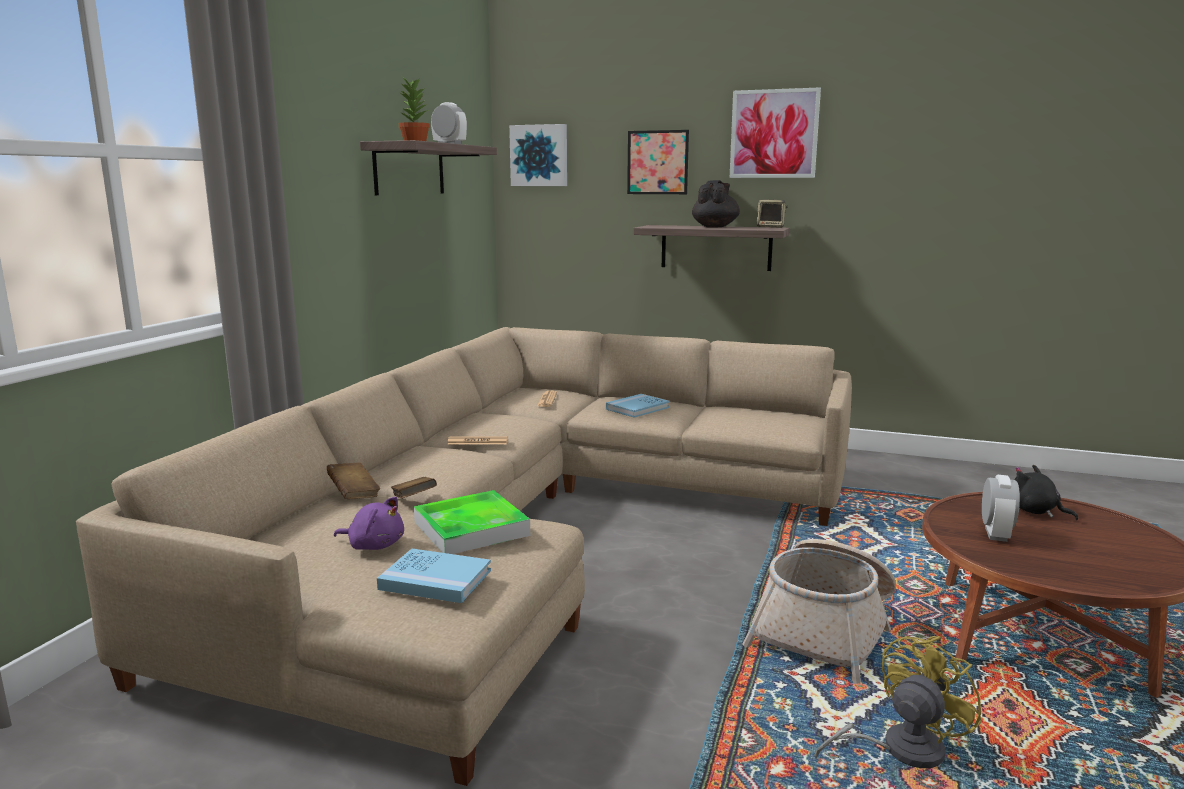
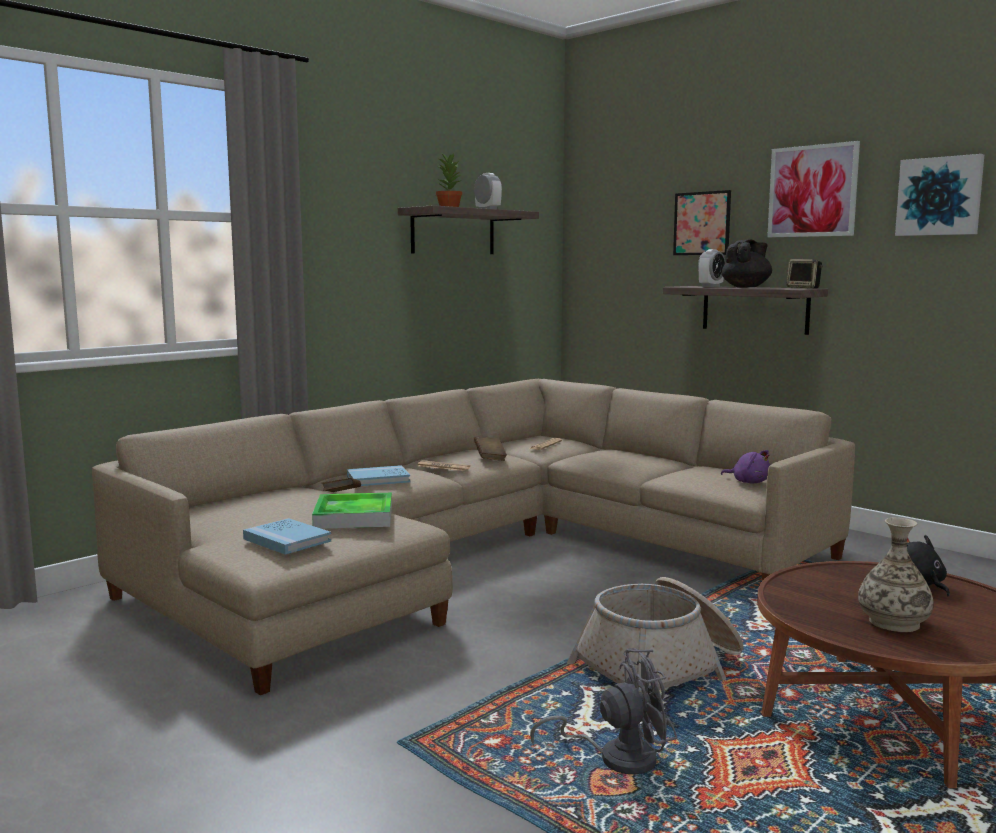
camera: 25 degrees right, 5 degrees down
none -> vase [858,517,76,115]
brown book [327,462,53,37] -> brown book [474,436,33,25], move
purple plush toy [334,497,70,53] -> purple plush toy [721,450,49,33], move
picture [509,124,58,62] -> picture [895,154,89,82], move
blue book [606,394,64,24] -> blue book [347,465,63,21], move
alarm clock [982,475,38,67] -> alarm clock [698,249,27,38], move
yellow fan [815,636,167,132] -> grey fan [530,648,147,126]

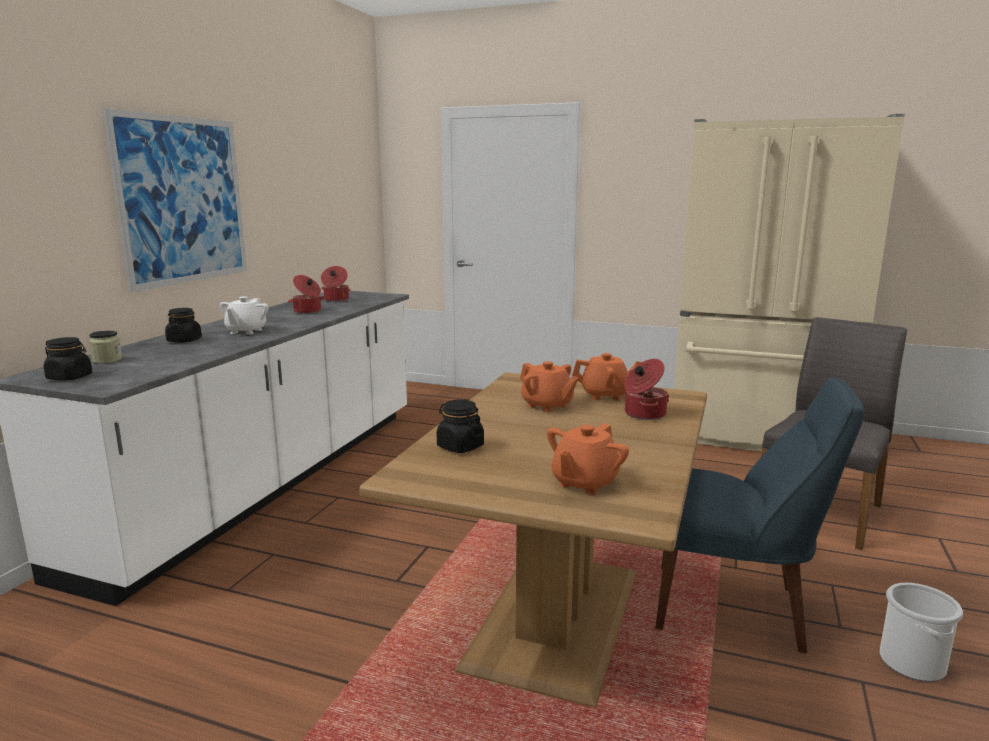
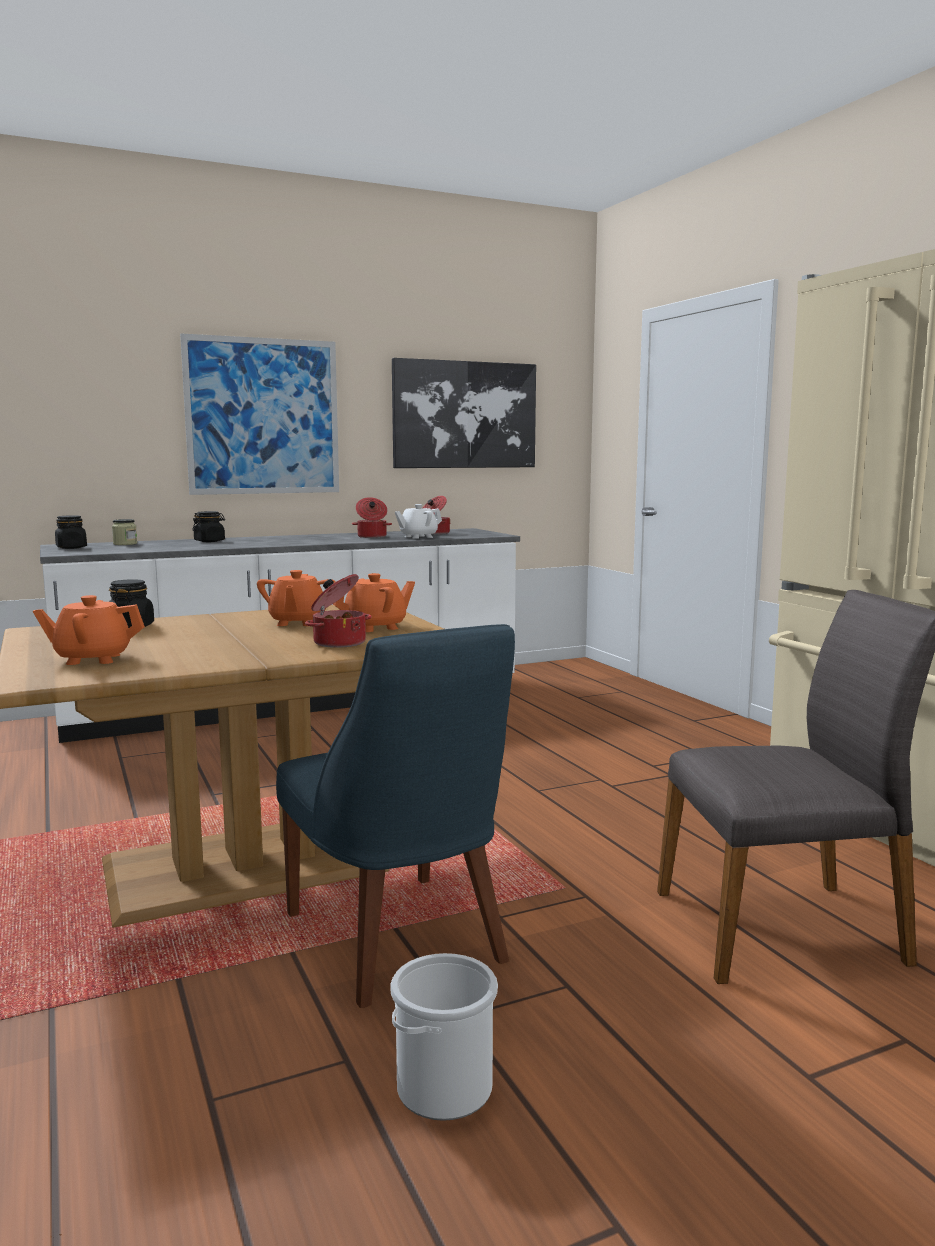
camera: 45 degrees right, 5 degrees down
none -> picture [392,358,144,110]
white teapot [220,296,48,39] -> white teapot [395,504,47,35], move
orange teapot [572,353,70,47] -> orange teapot [333,573,82,59], 75 degrees counterclockwise

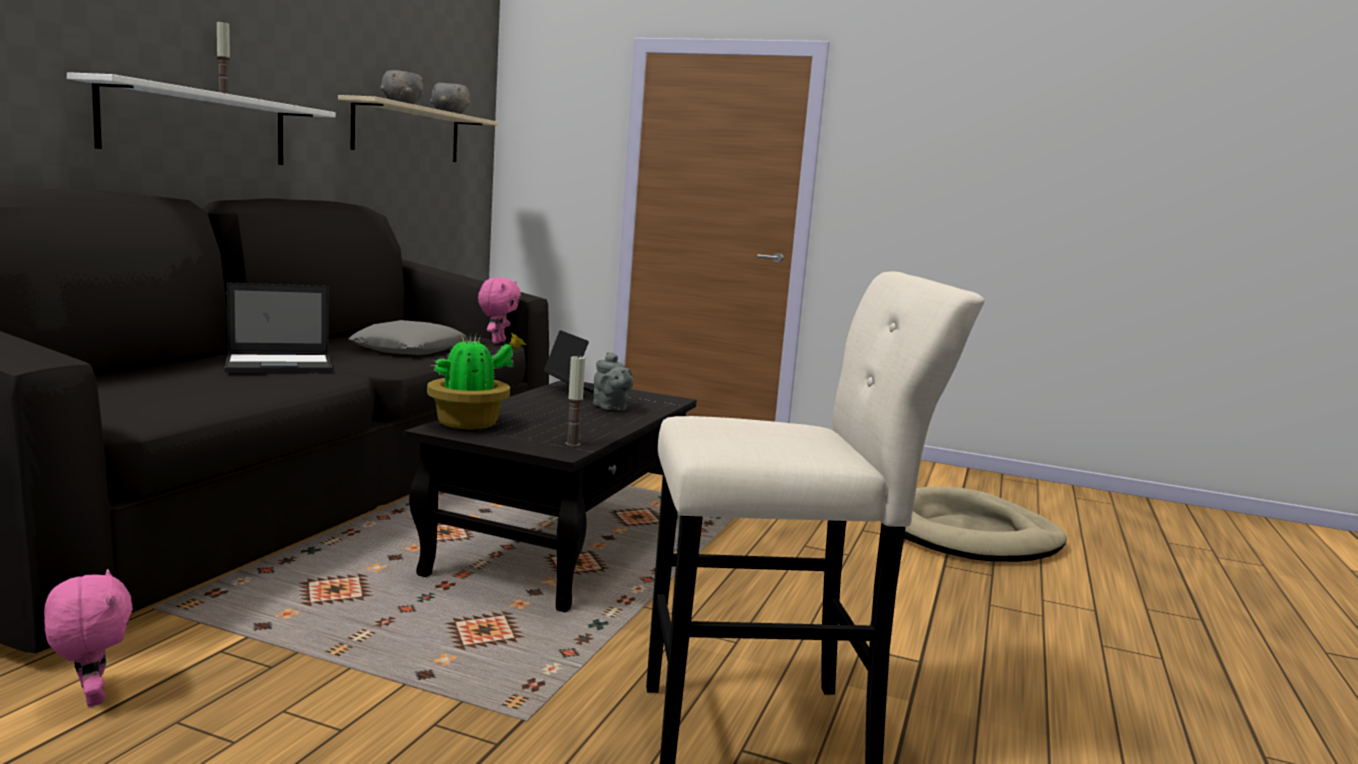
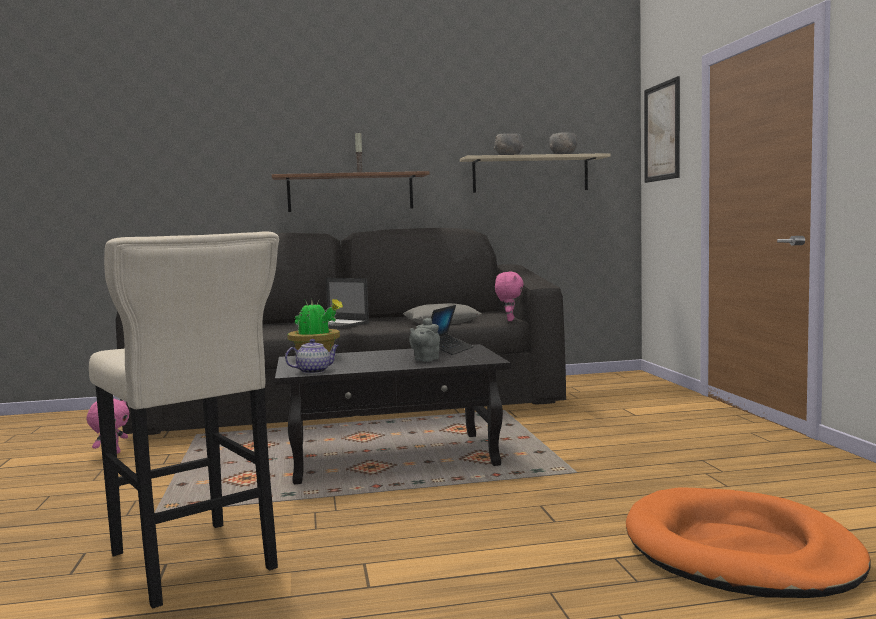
camera: 60 degrees right, 5 degrees down
none -> picture [644,76,36,107]
candle [565,356,20,91] -> teapot [285,339,54,35]
white shelf [67,72,269,93] -> brown shelf [272,171,158,41]
beige dog bed [904,486,163,76] -> orange dog bed [626,487,245,111]
pink plush toy [478,278,43,66] -> pink plush toy [495,272,29,49], 60 degrees counterclockwise

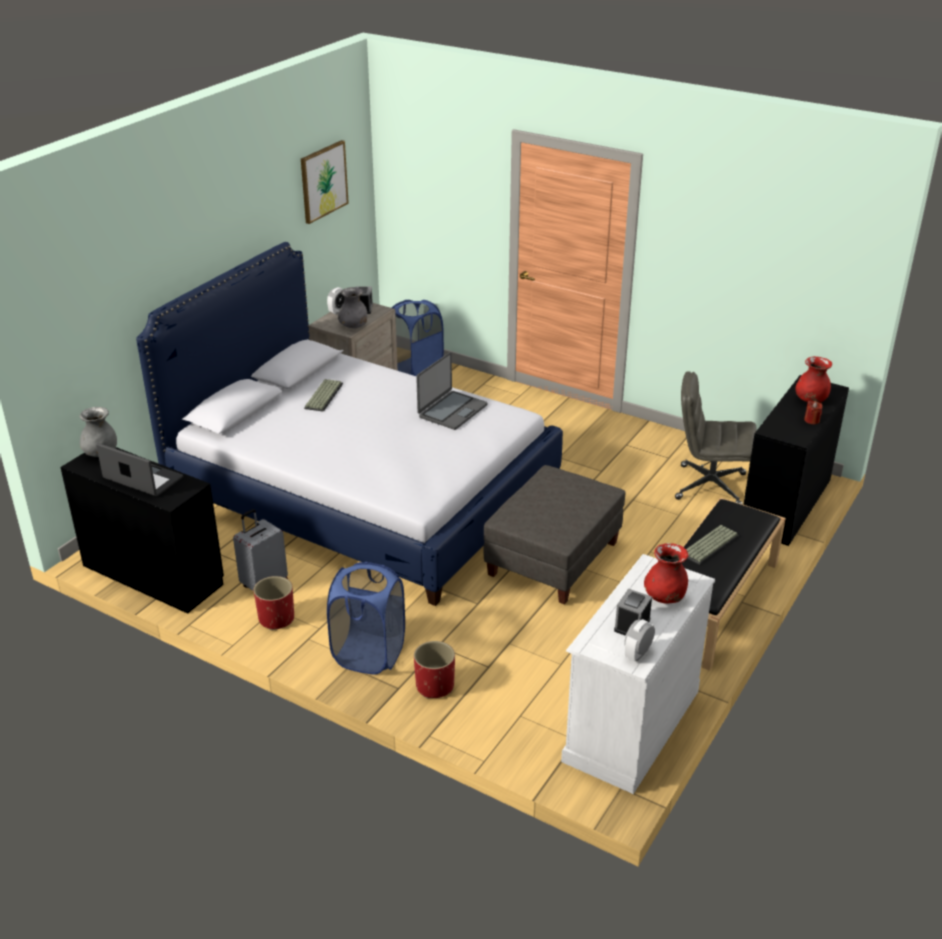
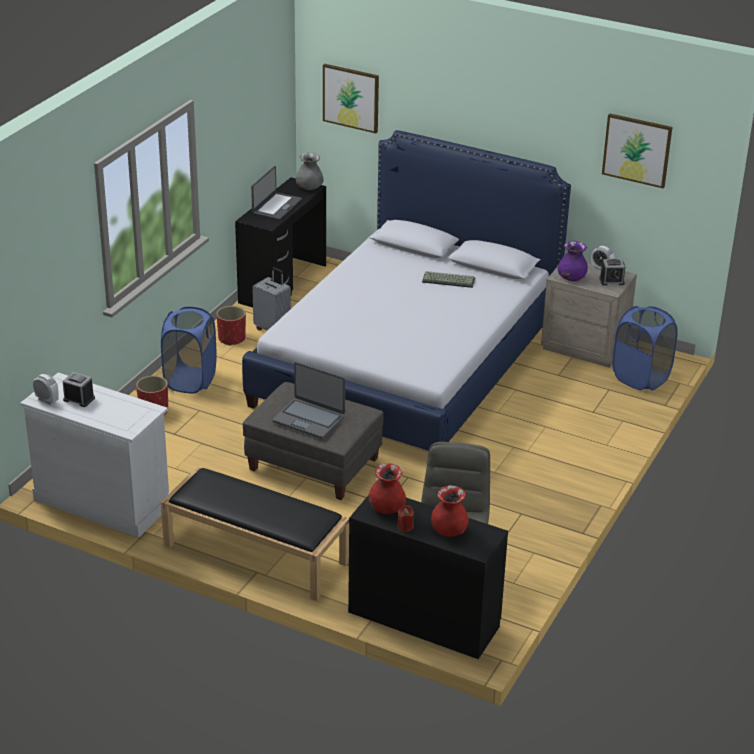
camera: 85 degrees right, 0 degrees up
keyboard [686,525,53,40] -> none
none -> picture [323,64,56,69]
laptop [416,352,71,78] -> laptop [272,362,73,77], move
red vase [644,543,45,61] -> red vase [369,463,37,51], move
grey vase [338,287,29,41] -> purple vase [558,241,30,40]

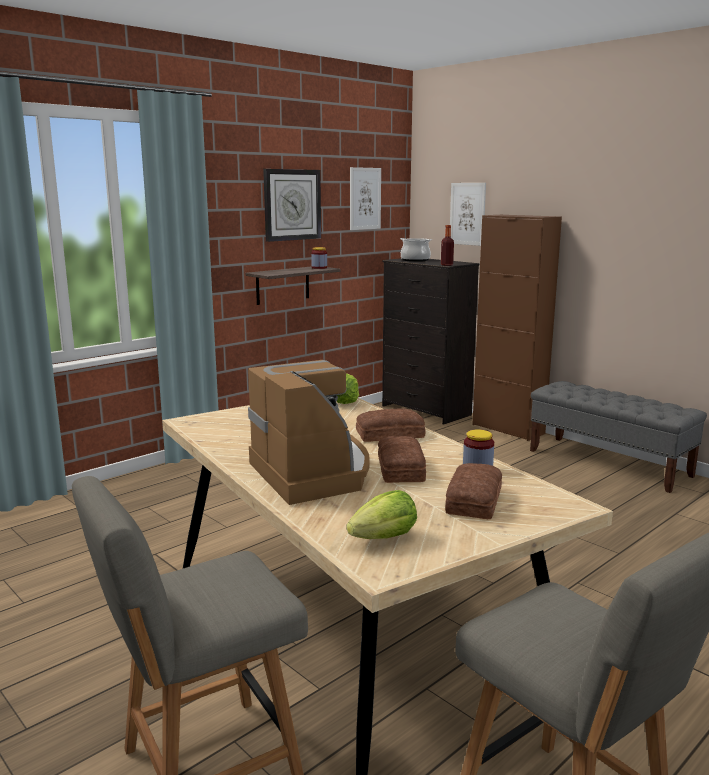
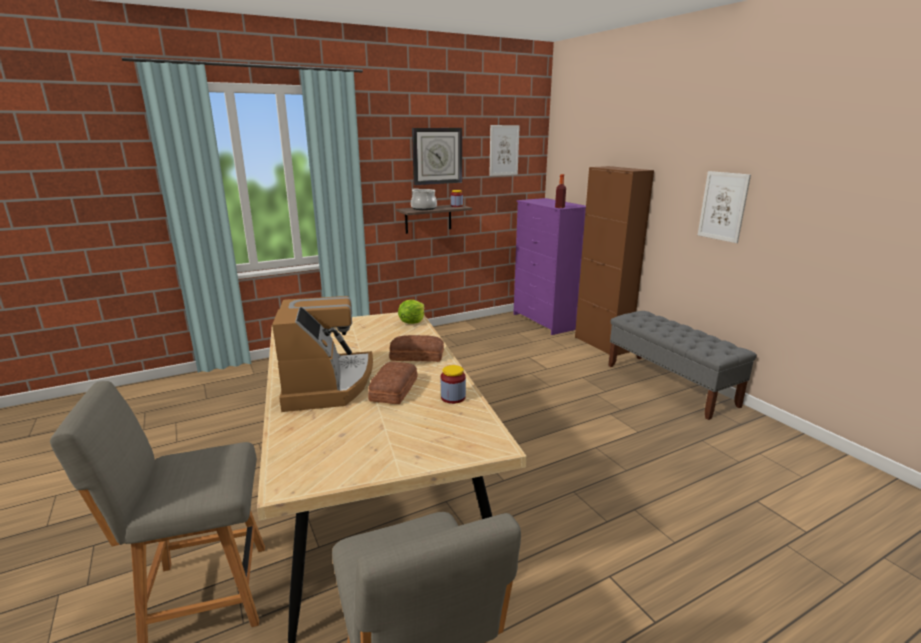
camera: 15 degrees right, 5 degrees up
lettuce [347,490,70,49] -> none
bread [445,463,57,56] -> none
cooking pot [400,238,32,24] -> cooking pot [411,188,26,22], move
picture [450,183,36,63] -> picture [698,171,53,72], move
black dresser [382,258,98,167] -> purple dresser [513,198,73,137]

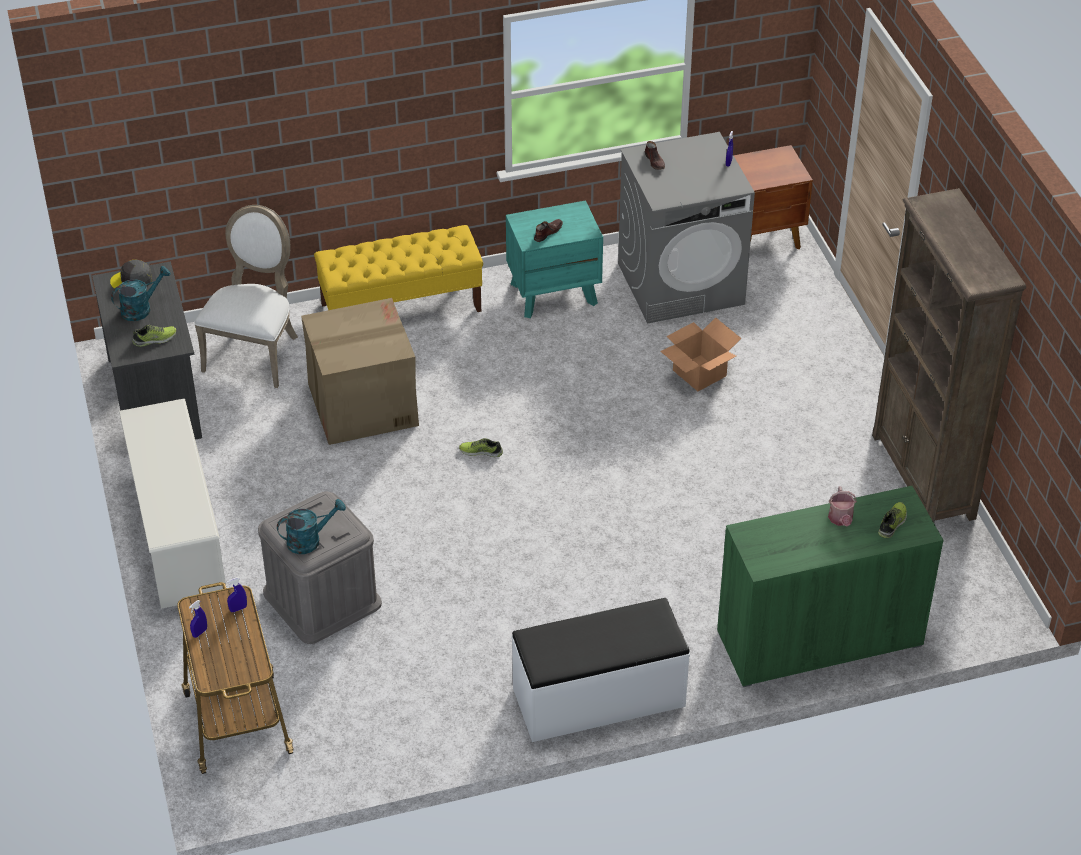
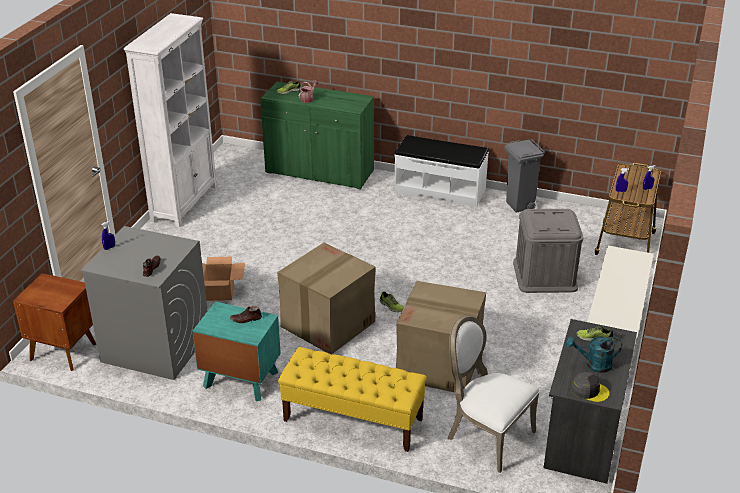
camera: 145 degrees left, 10 degrees down
turquoise watering can [277,499,69,55] -> none
none -> cardboard box [277,242,99,112]
none -> grey trash can [504,139,41,74]
brown bookcase [872,188,154,335] -> white bookcase [124,13,93,214]
white chair [194,205,104,183] -> white chair [448,315,92,158], 75 degrees clockwise

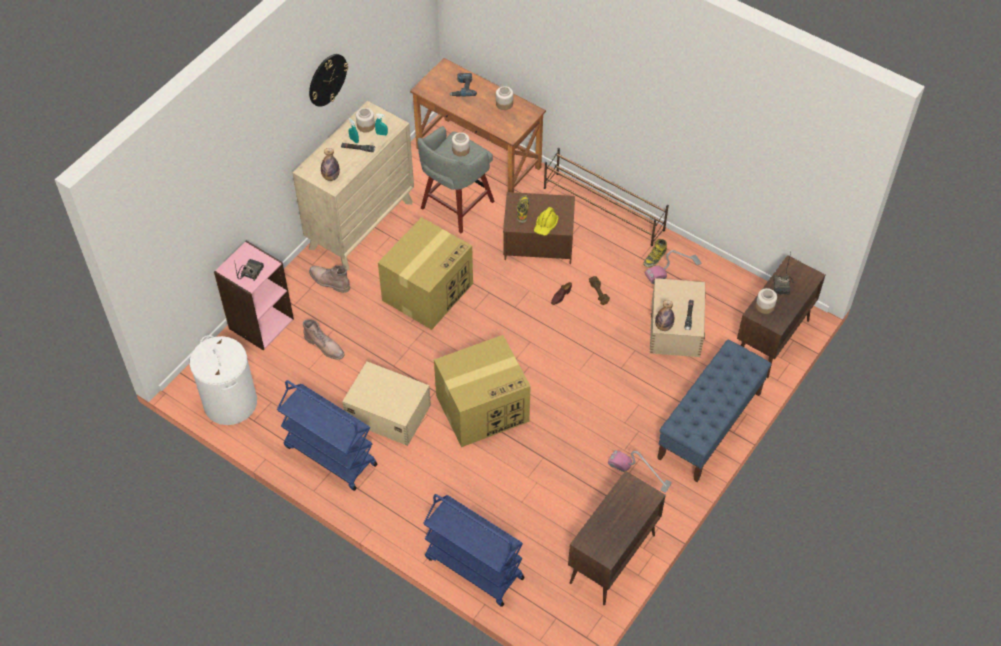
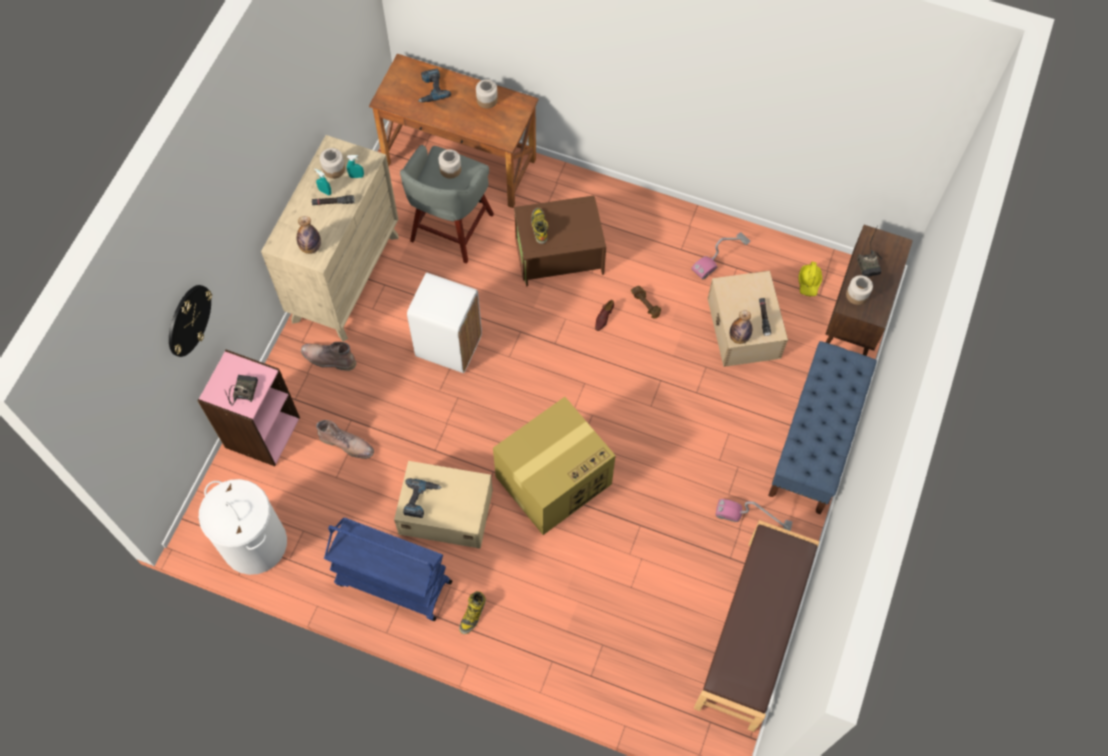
camera: 15 degrees left, 10 degrees up
blue cart [423,494,102,113] -> none
brown shoe rack [544,148,125,98] -> none
none -> power drill [403,478,39,40]
wall clock [309,54,39,53] -> wall clock [169,285,43,72], move
yellow hard hat [534,207,24,29] -> yellow hard hat [798,262,24,34], move
boot [643,239,24,28] -> boot [459,591,27,43], move
cardboard box [378,217,95,113] -> white trash can [407,273,75,100]
brown cabinet [568,471,98,134] -> brown bench [694,520,125,212]

